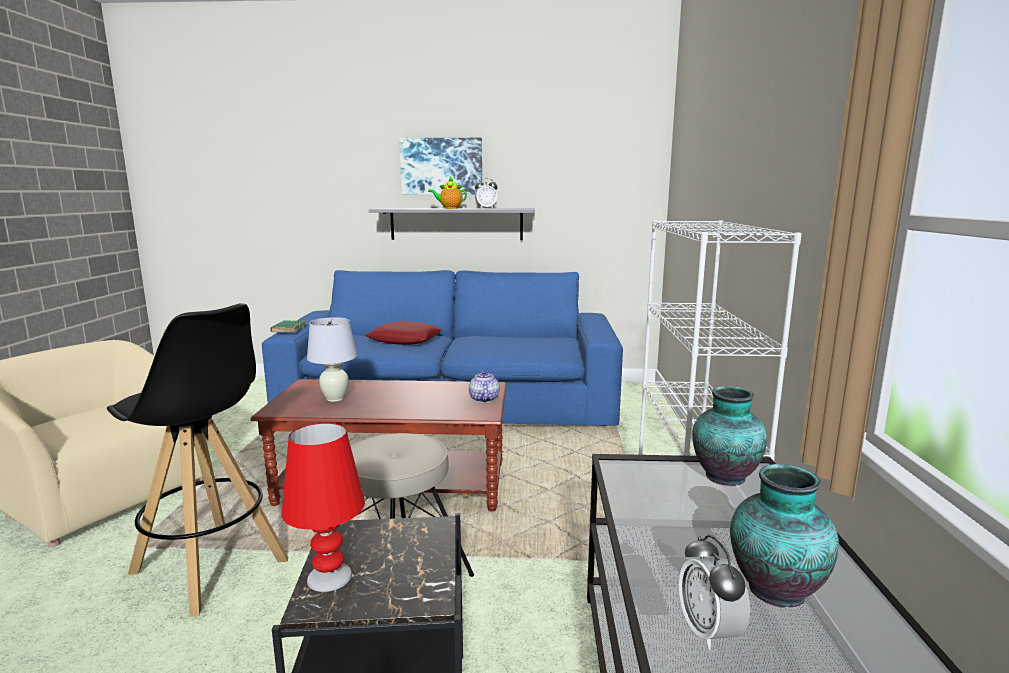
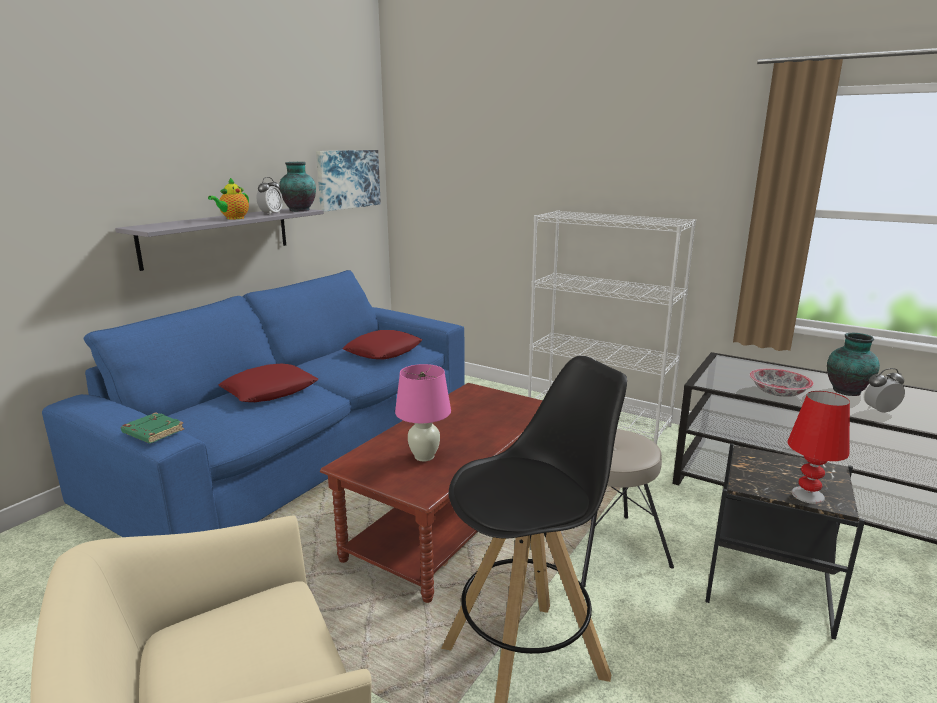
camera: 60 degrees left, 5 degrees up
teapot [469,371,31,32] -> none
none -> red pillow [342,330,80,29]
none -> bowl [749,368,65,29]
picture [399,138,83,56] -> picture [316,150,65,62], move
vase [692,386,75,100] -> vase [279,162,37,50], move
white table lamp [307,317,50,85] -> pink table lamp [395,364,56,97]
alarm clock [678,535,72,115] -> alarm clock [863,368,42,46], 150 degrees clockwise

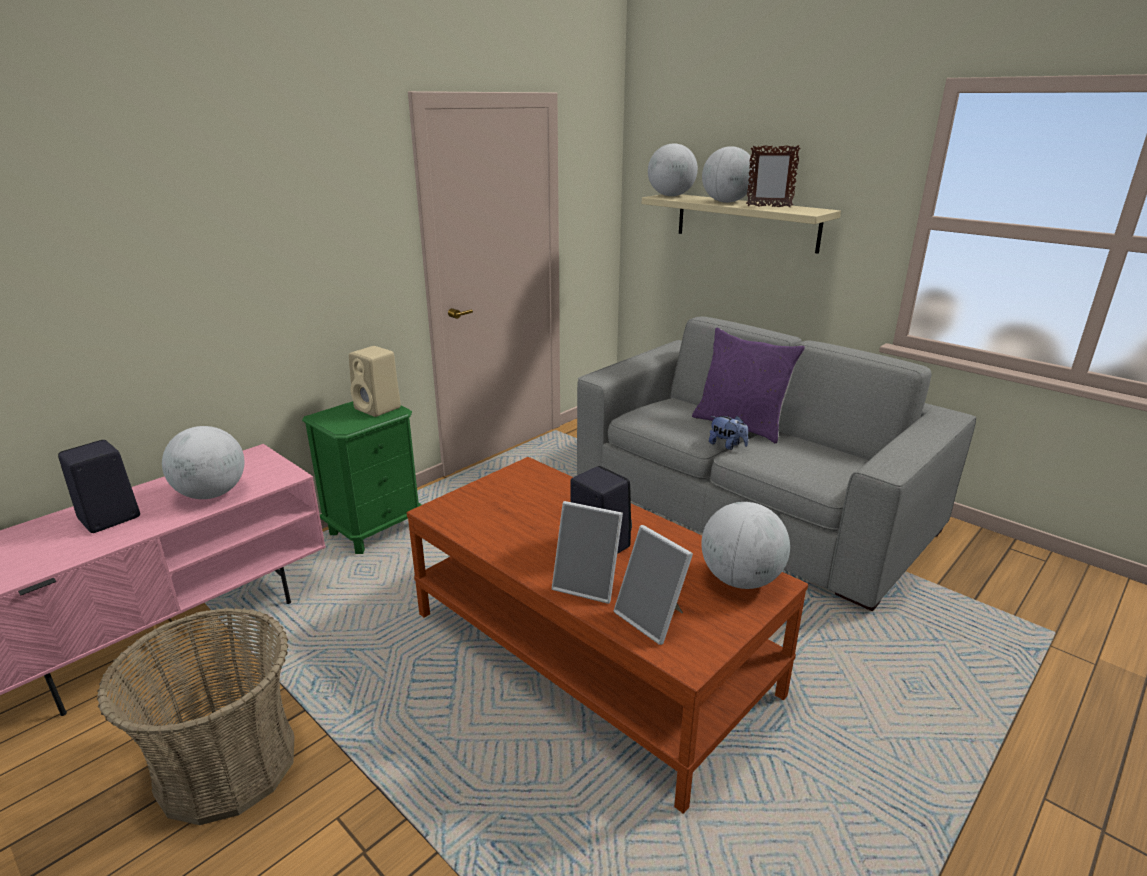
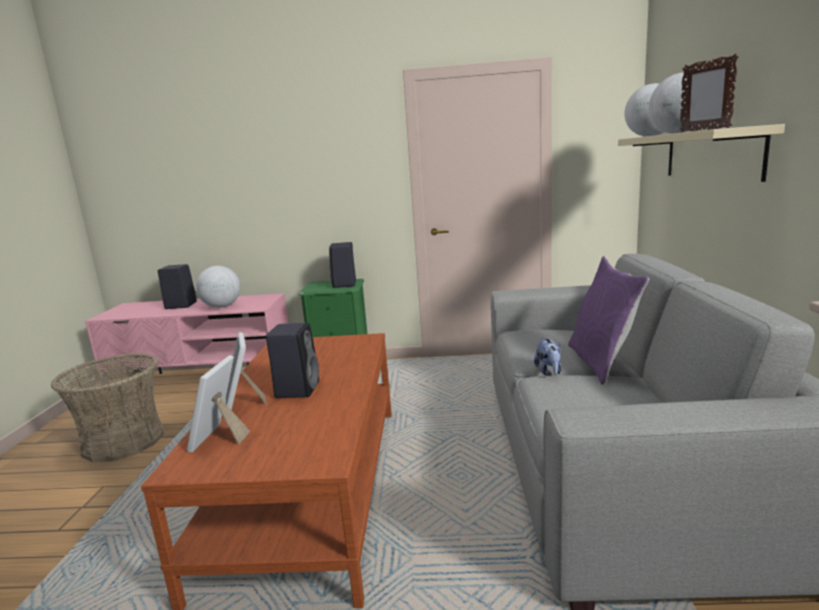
camera: 50 degrees right, 10 degrees down
globe [701,502,89,87] -> none
beige speaker [349,346,52,71] -> black speaker [329,242,27,46]

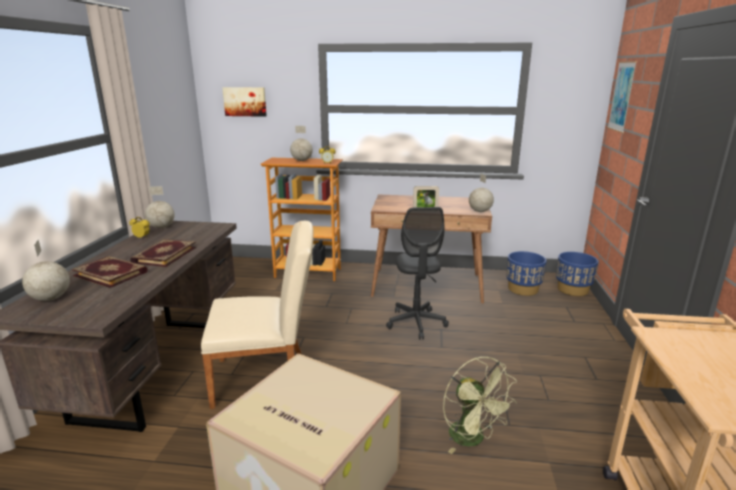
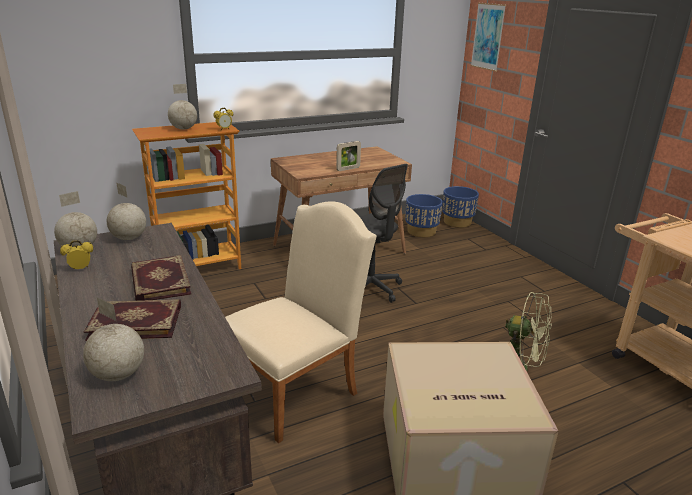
camera: 35 degrees left, 5 degrees up
picture [222,87,45,30] -> none
globe [469,174,25,38] -> globe [107,182,39,58], move

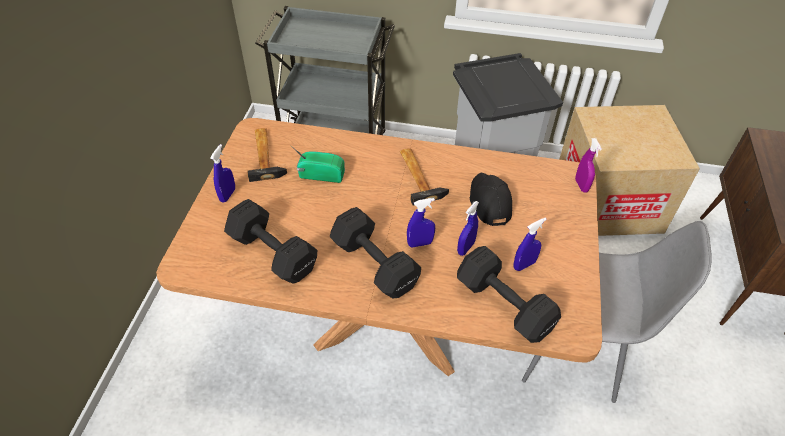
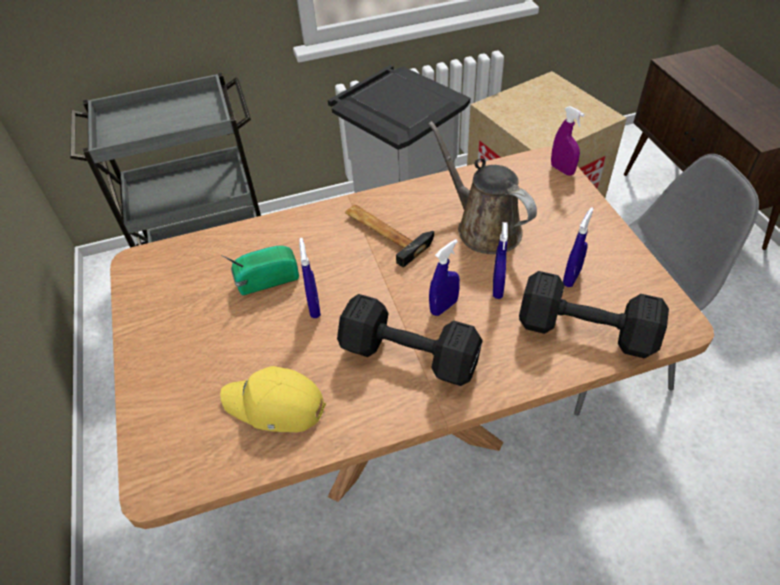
camera: 25 degrees left, 0 degrees up
hammer [247,128,40,54] -> none
blue spray bottle [210,144,25,59] -> blue spray bottle [299,238,22,80], move
black dumbbell [224,199,93,85] -> yellow cap [220,366,106,66]
black cap [470,173,42,53] -> brown watering can [428,121,109,133]

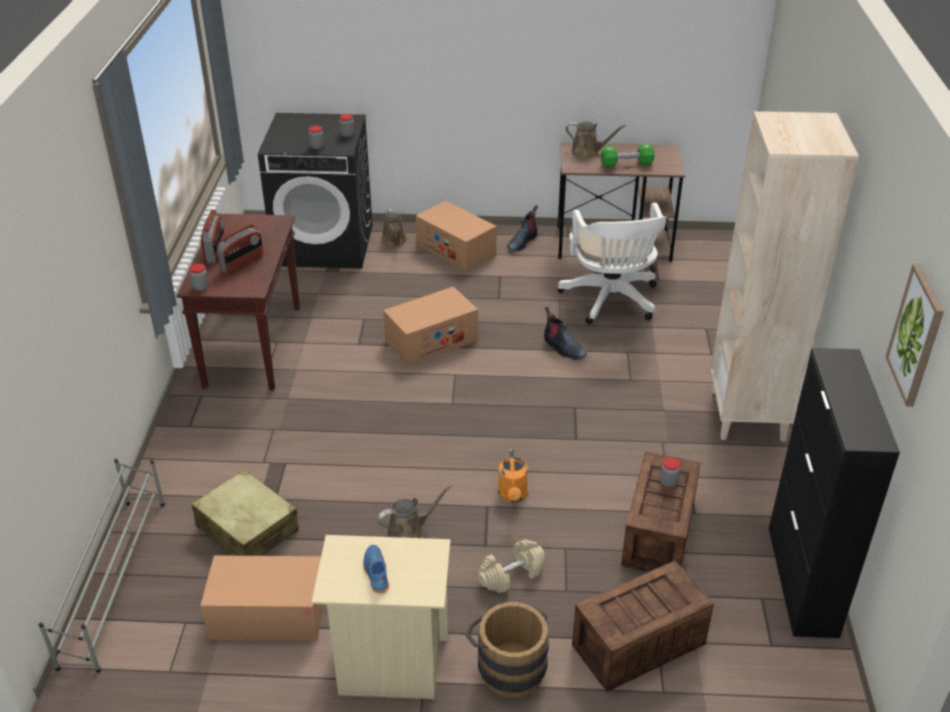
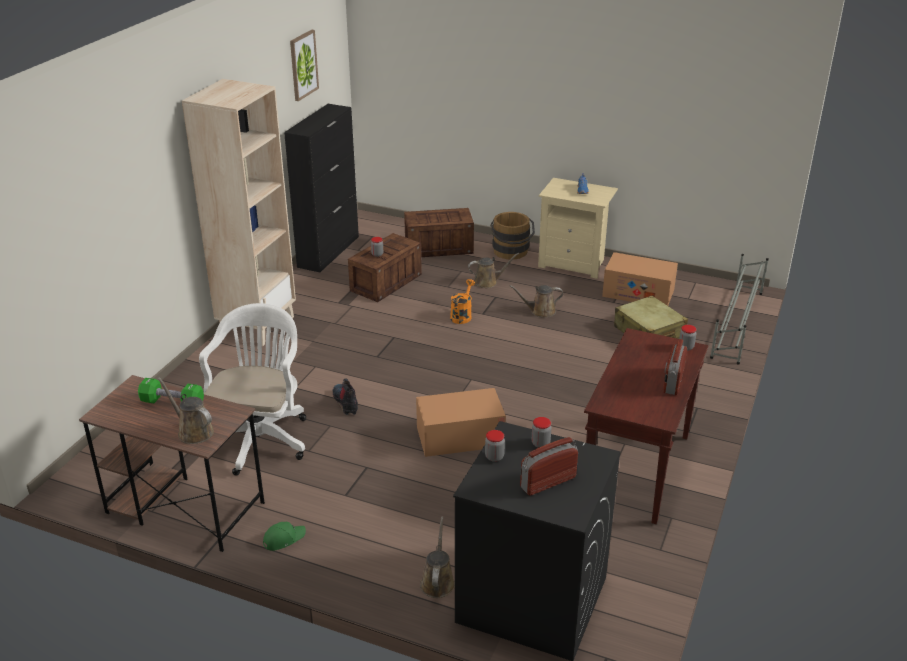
camera: 160 degrees left, 5 degrees down
cardboard box [416,201,81,71] -> none
radio [217,223,47,51] -> radio [520,437,58,59], move
beige dumbbell [478,539,67,54] -> brown watering can [468,253,51,35]
boot [507,205,31,46] -> green cap [263,522,43,29]

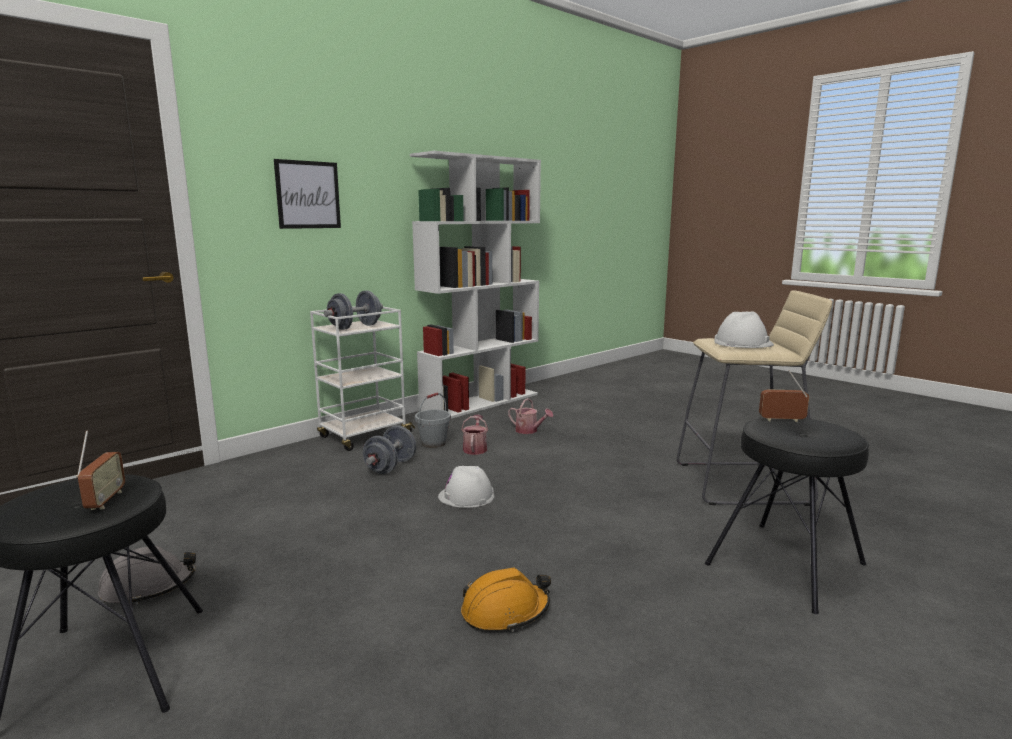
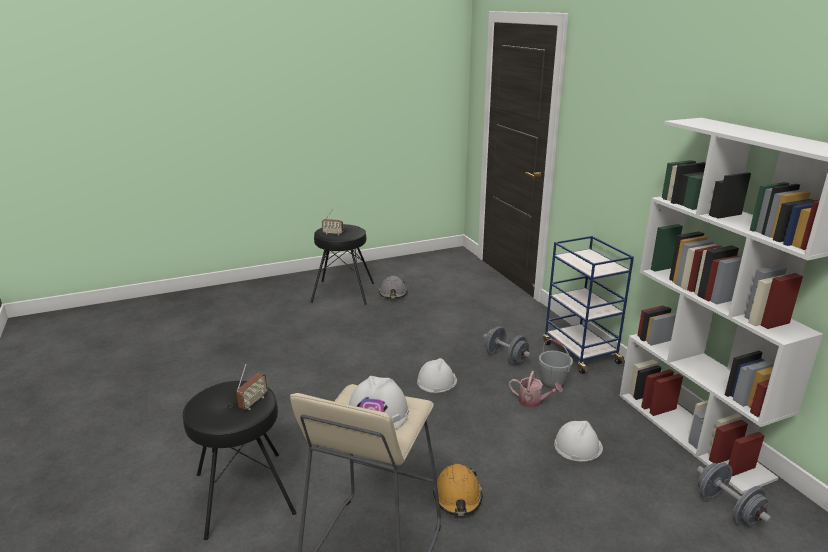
camera: 110 degrees right, 10 degrees up
picture [274,159,67,70] -> none
grey dumbbell [324,290,59,40] -> grey dumbbell [697,462,75,63], move
orange hard hat [461,568,90,64] -> orange hard hat [433,464,50,52], move
watering can [508,398,45,36] -> white hard hat [554,421,49,40]
white cart [310,306,105,145] -> blue cart [543,236,91,138]

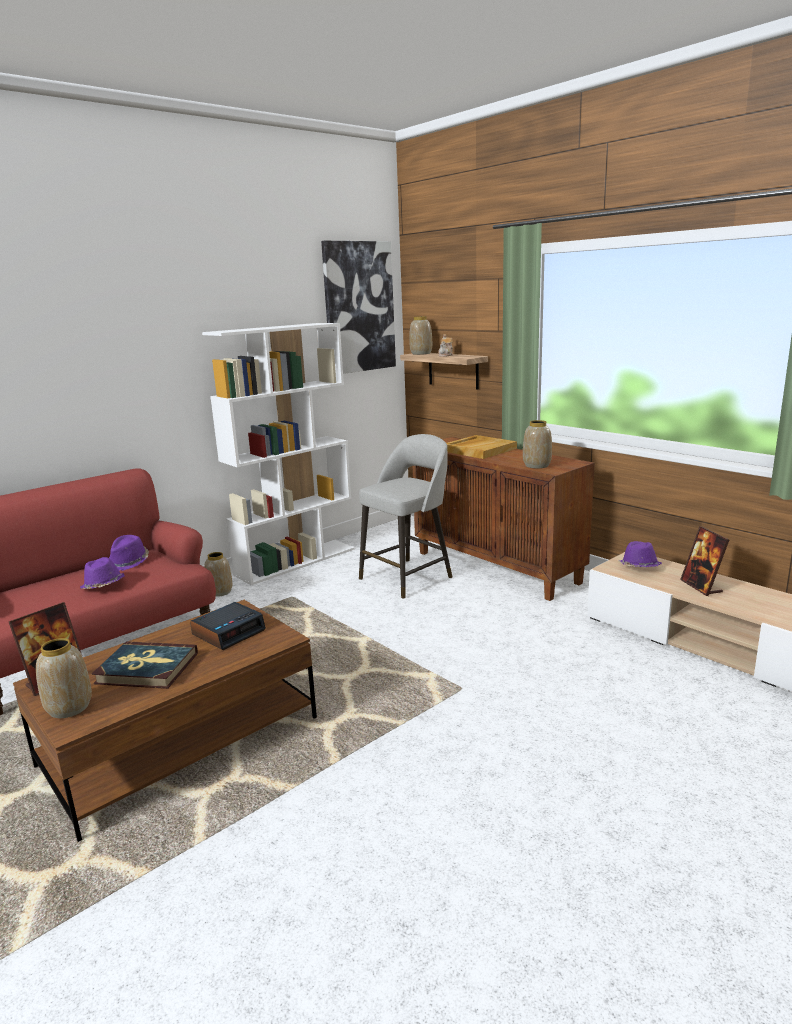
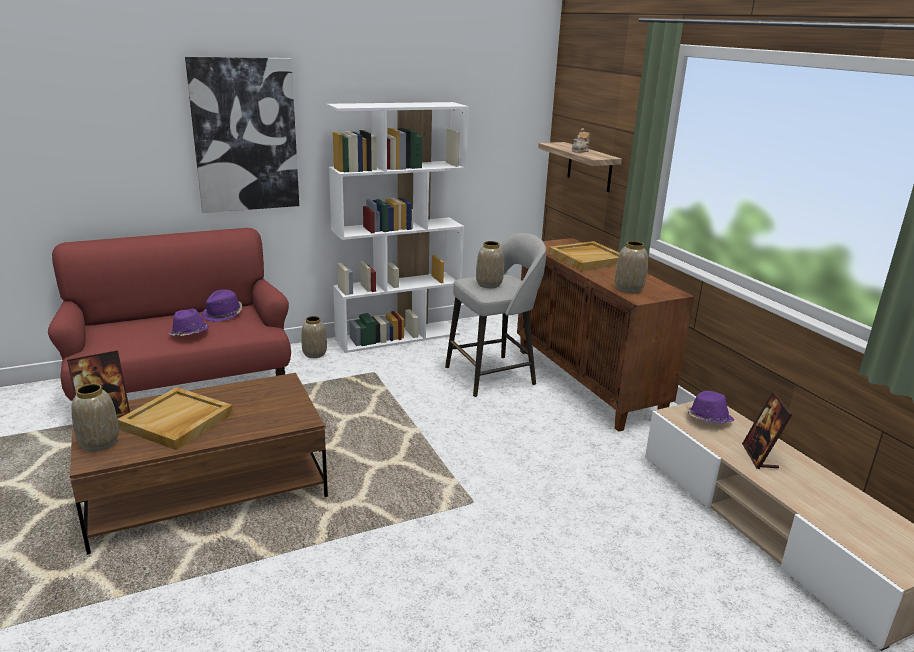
camera: 15 degrees right, 5 degrees up
alarm clock [190,602,76,48] -> none
picture [321,241,75,133] -> picture [185,57,114,156], move
vase [409,316,23,39] -> vase [476,241,28,47], move
book [92,641,106,48] -> beige tray [118,387,115,63]

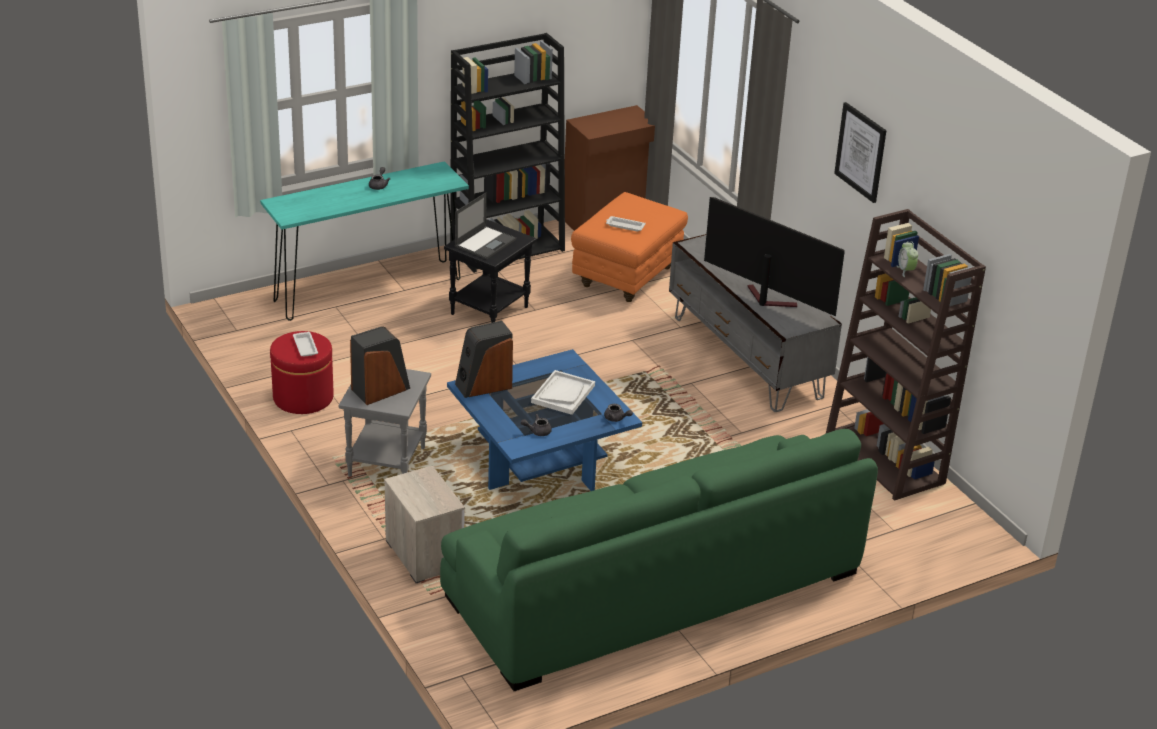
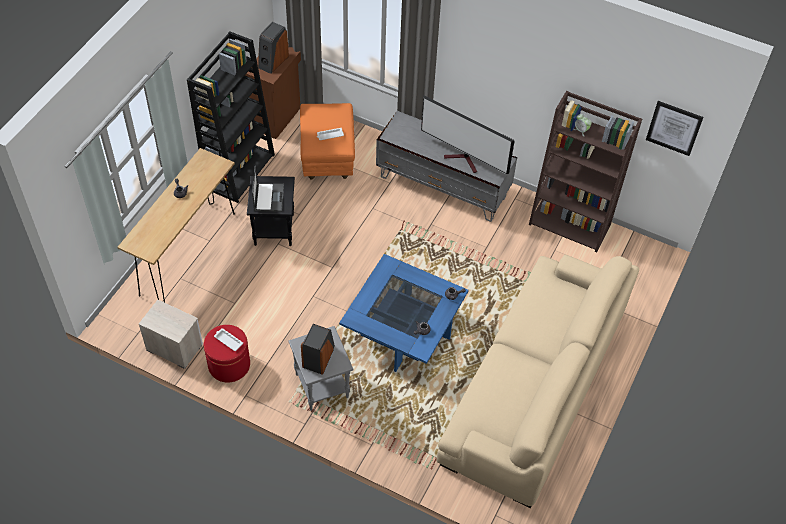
camera: 35 degrees left, 20 degrees up
white tray [531,370,64,45] -> none
nightstand [384,466,81,117] -> nightstand [139,300,64,69], move
speaker [455,321,58,77] -> speaker [258,22,31,52], move
picture [834,102,52,101] -> picture [646,101,58,55], move
turquoise console table [260,161,209,160] -> brown console table [117,148,118,155]
green sofa [440,429,438,262] -> beige sofa [436,255,203,253]
television [704,197,141,119] -> television [421,95,94,79], 150 degrees counterclockwise

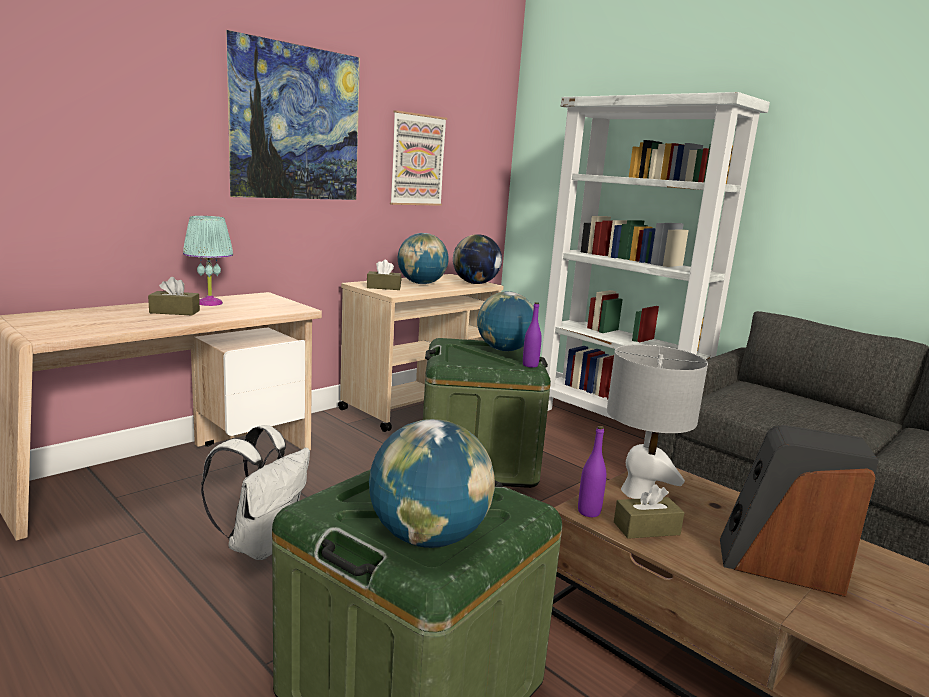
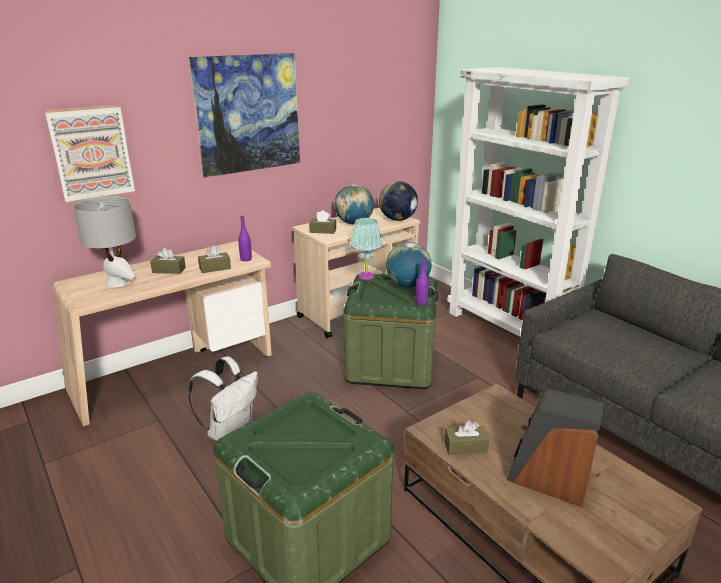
camera: 10 degrees right, 10 degrees up
globe [369,419,126,129] -> none
none -> brown tissue box [198,246,33,27]
turquoise table lamp [183,216,50,90] -> turquoise table lamp [350,218,32,62], move
picture [390,110,57,96] -> picture [45,105,91,99], move
purple bottle [578,426,28,91] -> purple bottle [238,216,14,45], move
grey table lamp [607,344,101,155] -> grey table lamp [73,196,63,92], move

